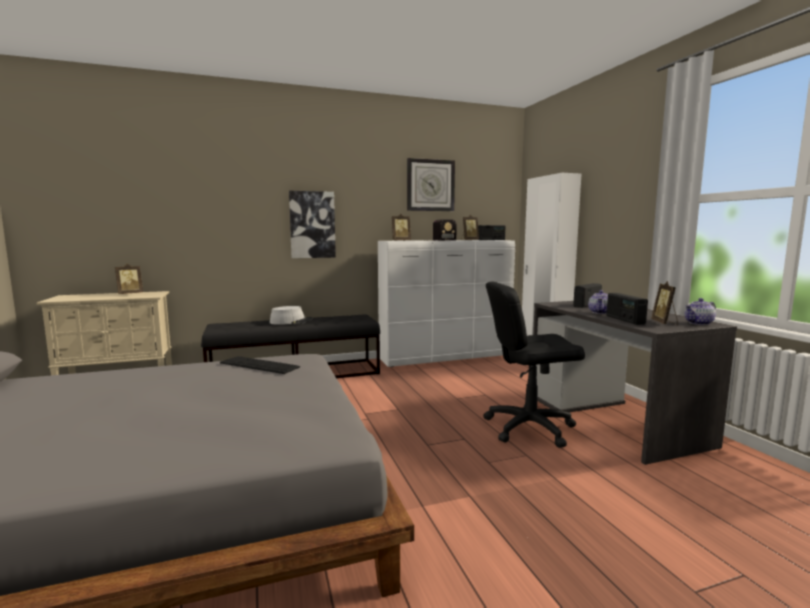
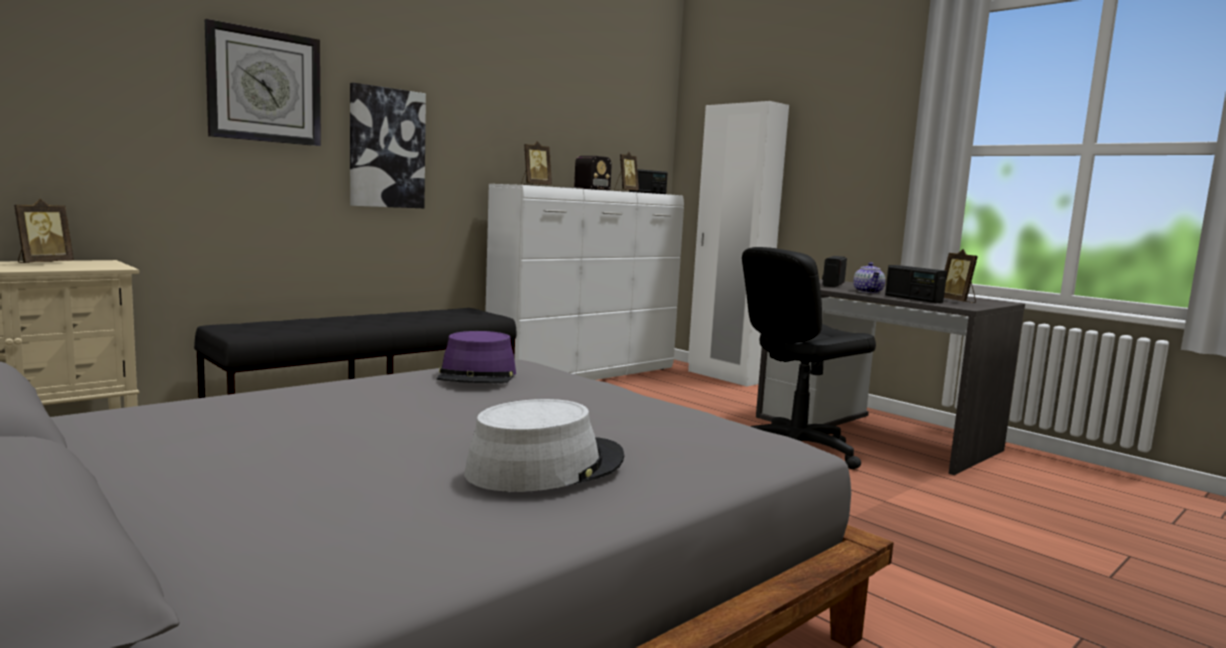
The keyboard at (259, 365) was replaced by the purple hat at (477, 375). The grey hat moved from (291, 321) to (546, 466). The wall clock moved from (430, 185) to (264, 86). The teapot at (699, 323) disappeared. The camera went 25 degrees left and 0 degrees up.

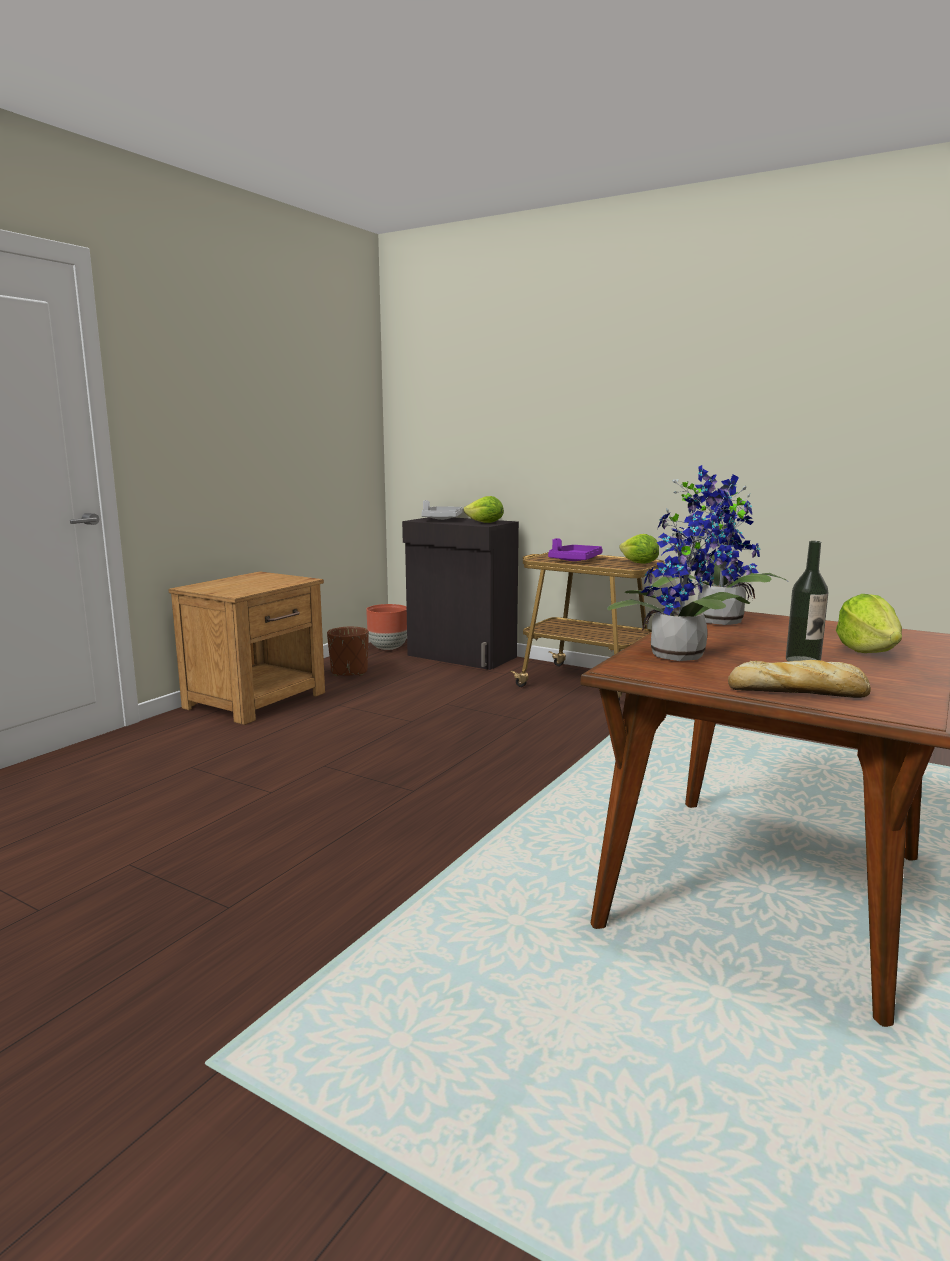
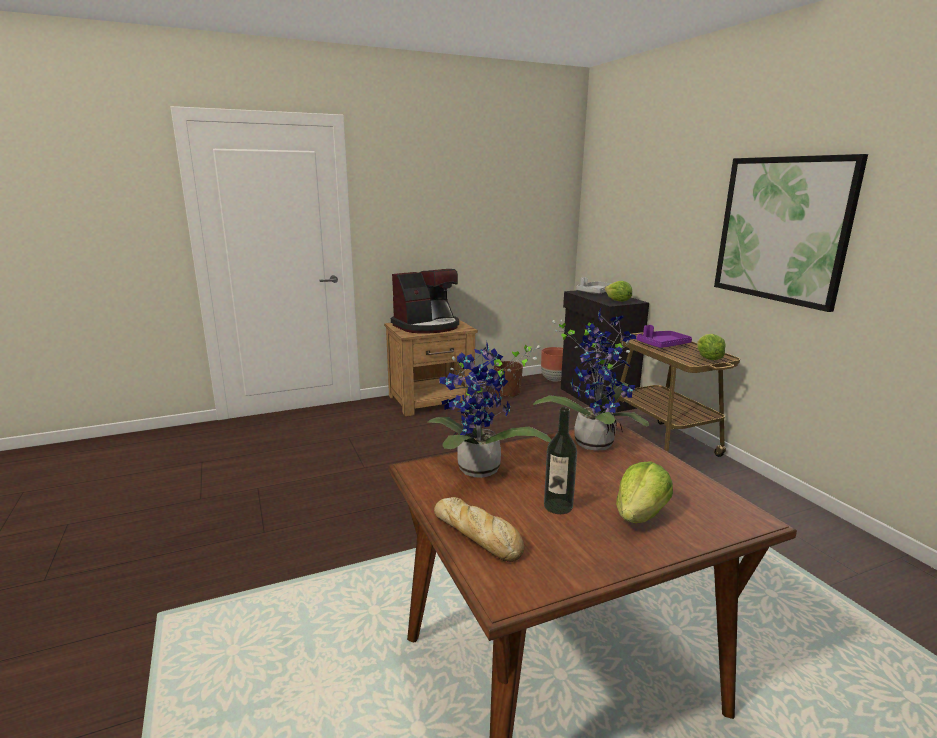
The coffee machine at (427, 326) appeared. The picture at (782, 229) appeared. The camera went 35 degrees right and 5 degrees up.

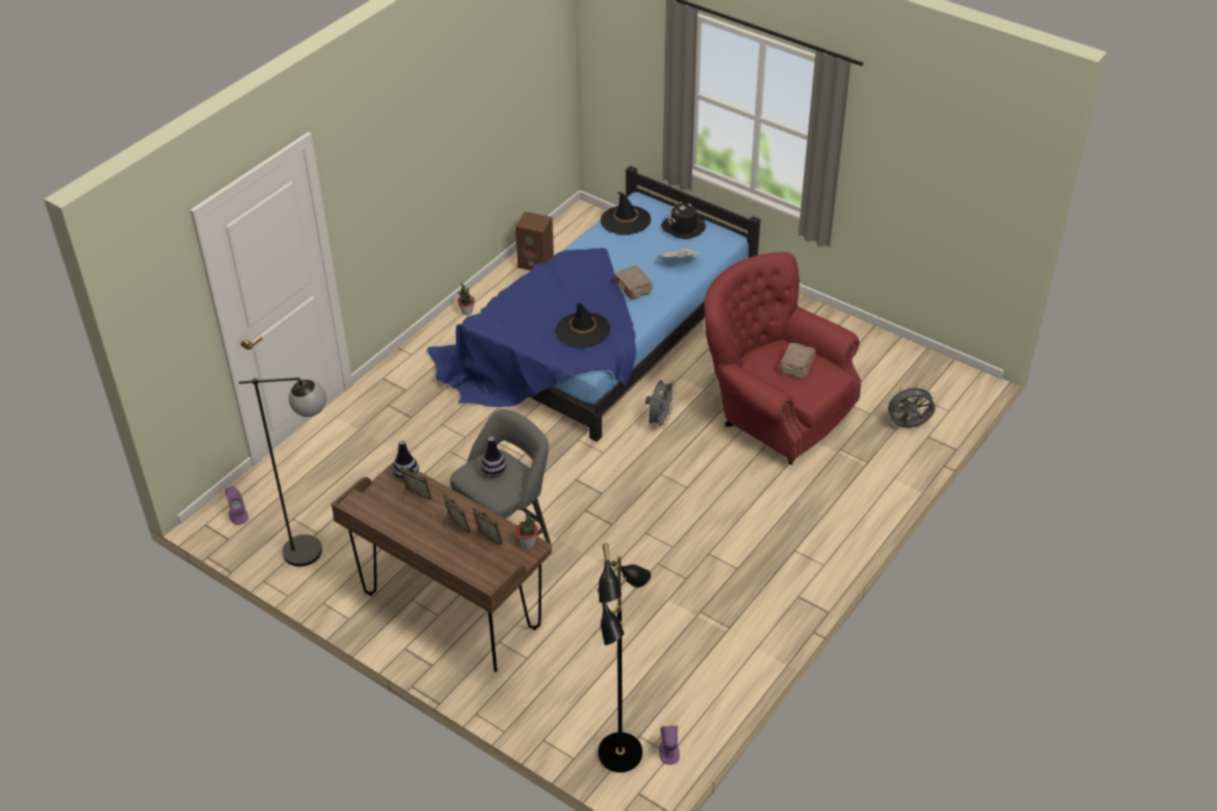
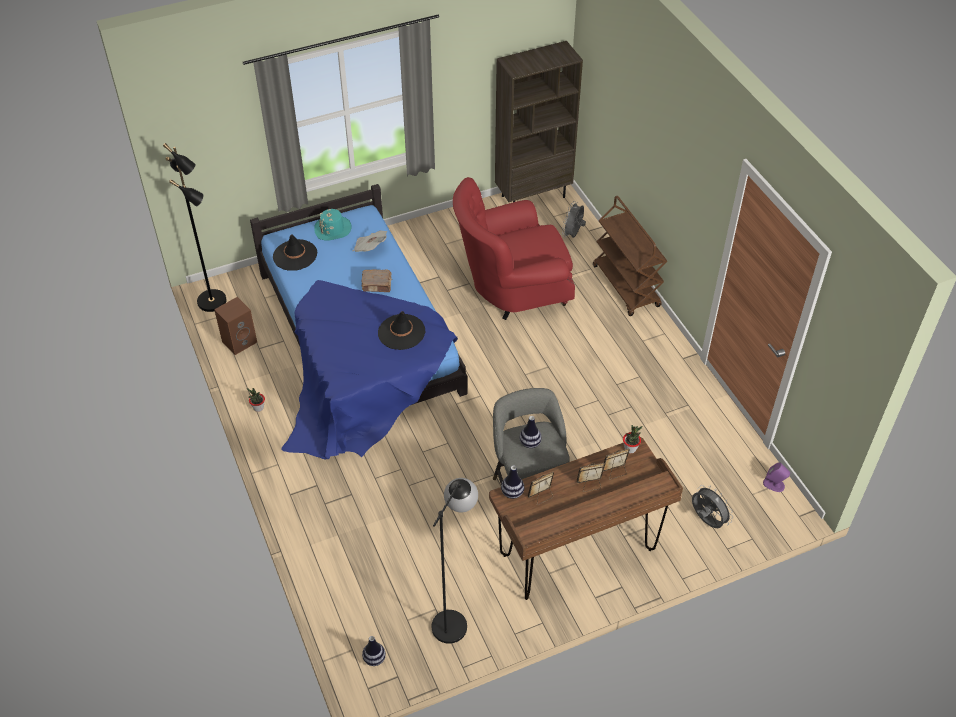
The purple speaker at (238, 515) was replaced by the vase at (374, 658). The black floor lamp moved from (621, 754) to (213, 301). The grey fan moved from (660, 421) to (706, 521). The black hat at (683, 227) became the turquoise hat at (332, 229). The brown book at (796, 366) disappeared. The brown bookcase at (533, 196) appeared. The brown cart at (626, 286) appeared. The camera went 60 degrees left and 5 degrees up.

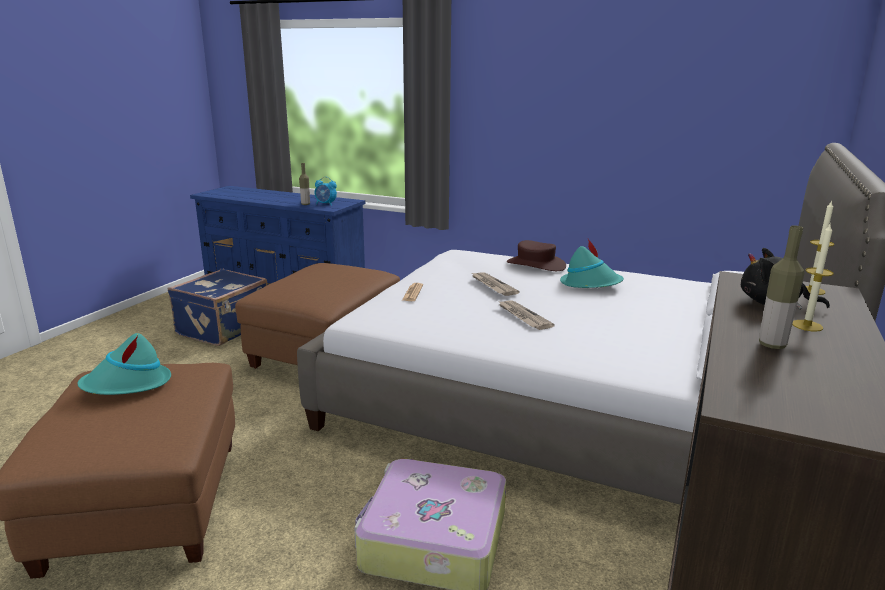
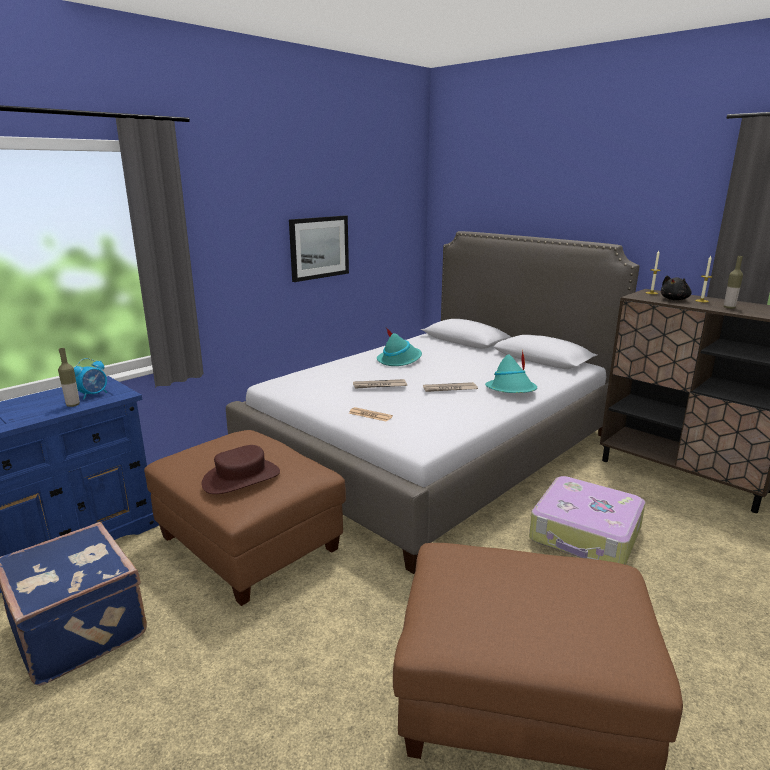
The turquoise hat moved from (127, 385) to (511, 390). The brown hat moved from (535, 264) to (241, 478). The picture at (319, 247) appeared. The camera went 70 degrees left and 0 degrees up.

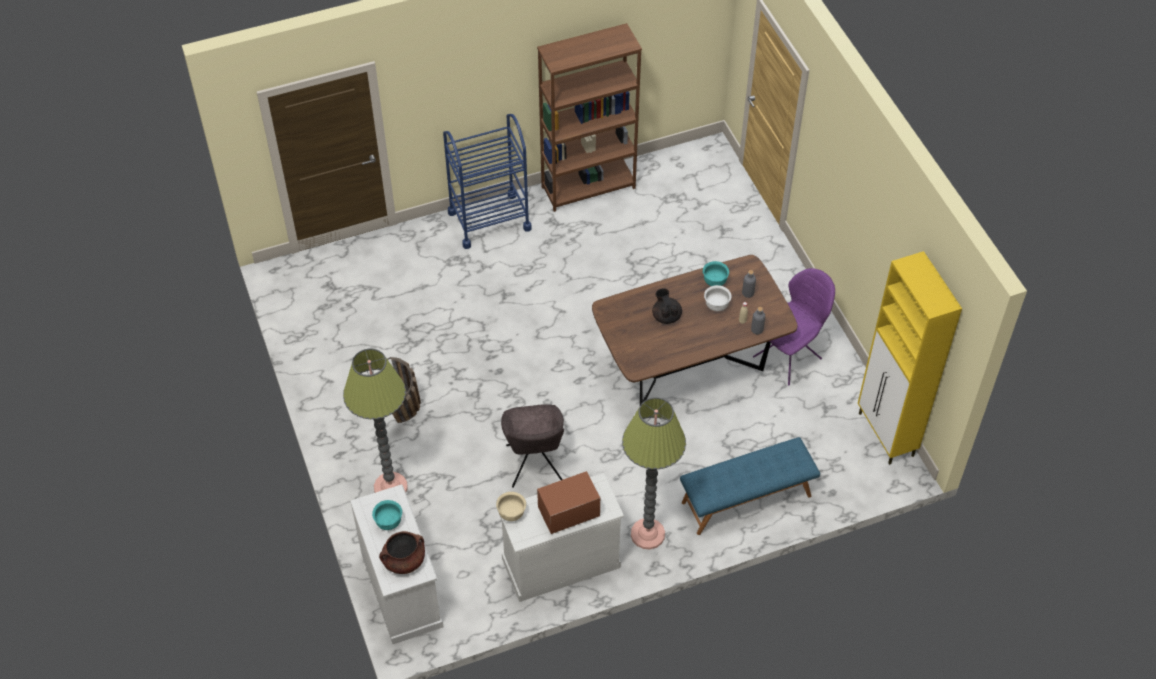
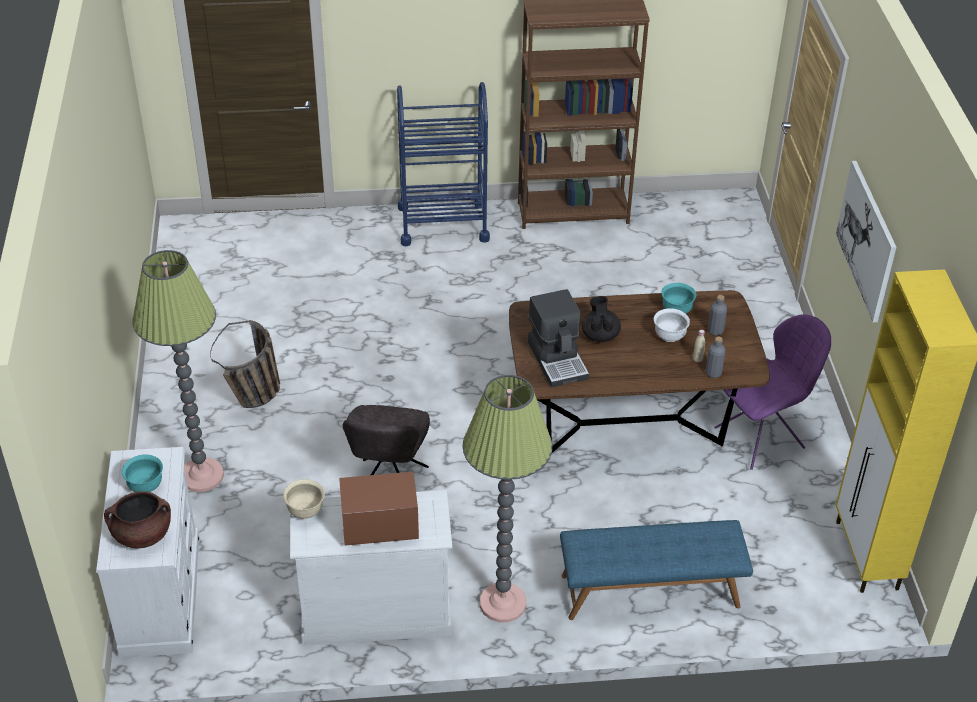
The coffee machine at (558, 359) appeared. The picture at (866, 240) appeared. The camera went 15 degrees right and 10 degrees down.

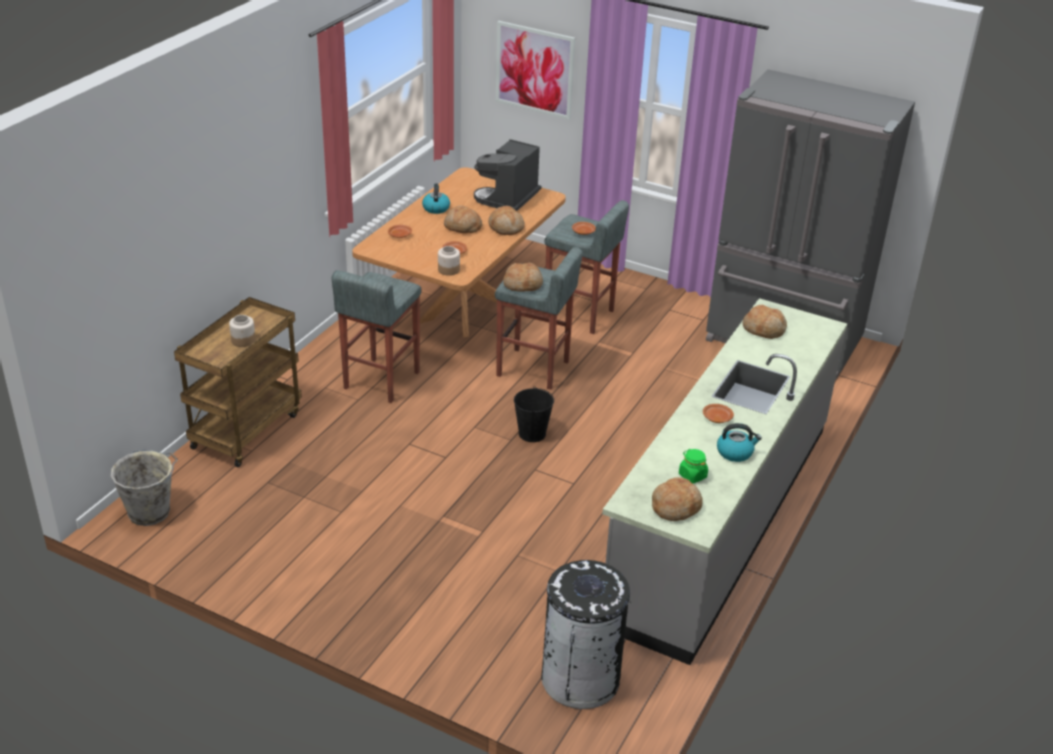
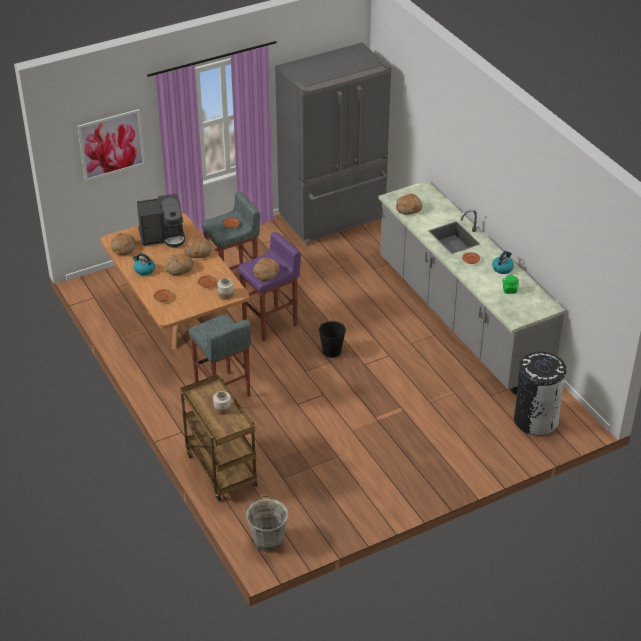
The coffee machine at (508, 198) turned 75 degrees counterclockwise. The grey stool at (533, 369) became the purple stool at (271, 323). The bread moved from (675, 506) to (123, 248). The camera went 55 degrees left and 5 degrees up.

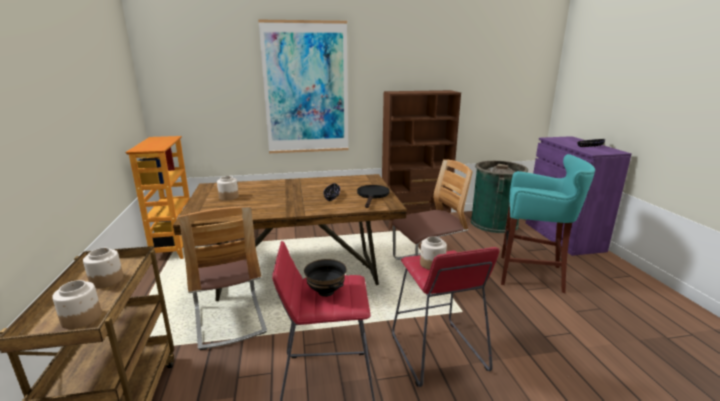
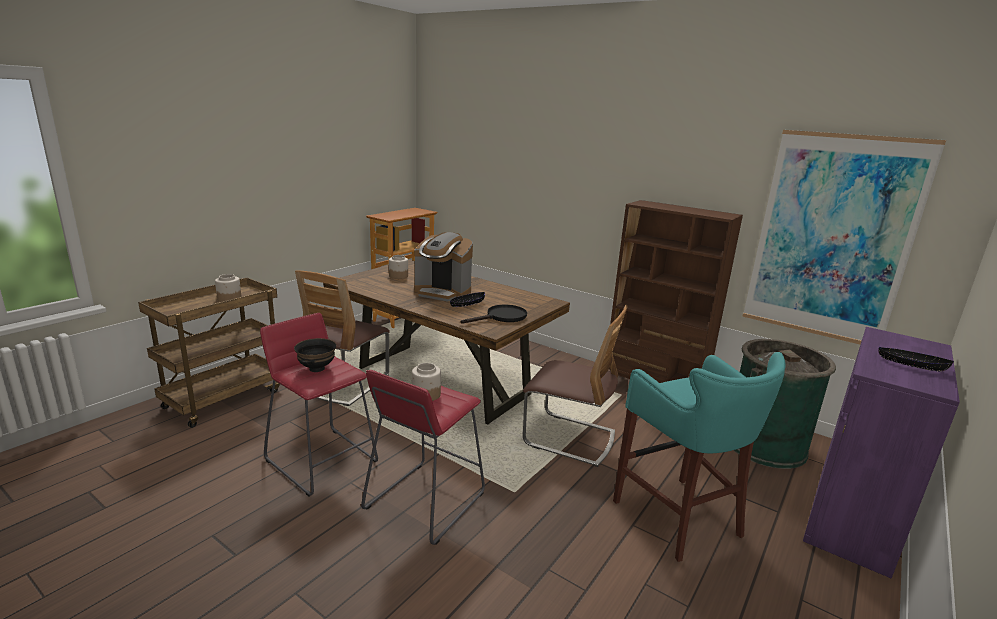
The jar at (81, 318) disappeared. The picture moved from (306, 89) to (832, 238). The coffee machine at (443, 293) appeared. The camera went 45 degrees right and 0 degrees up.

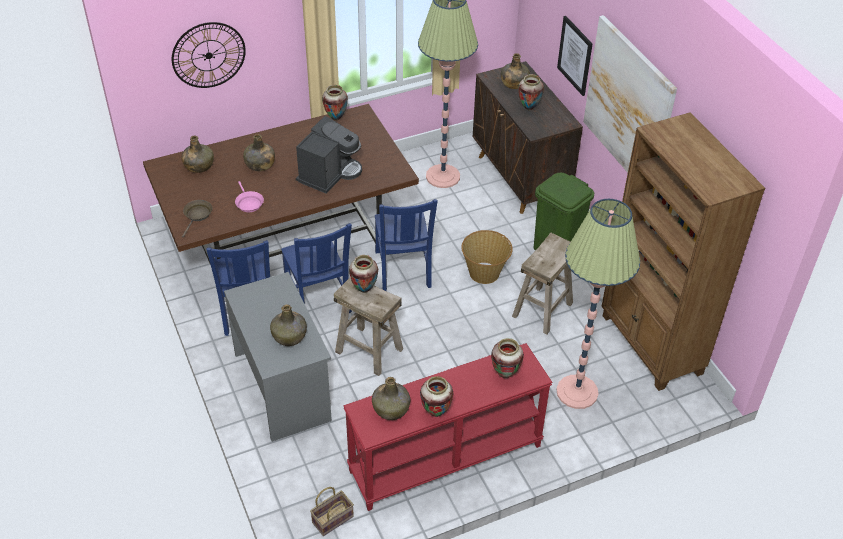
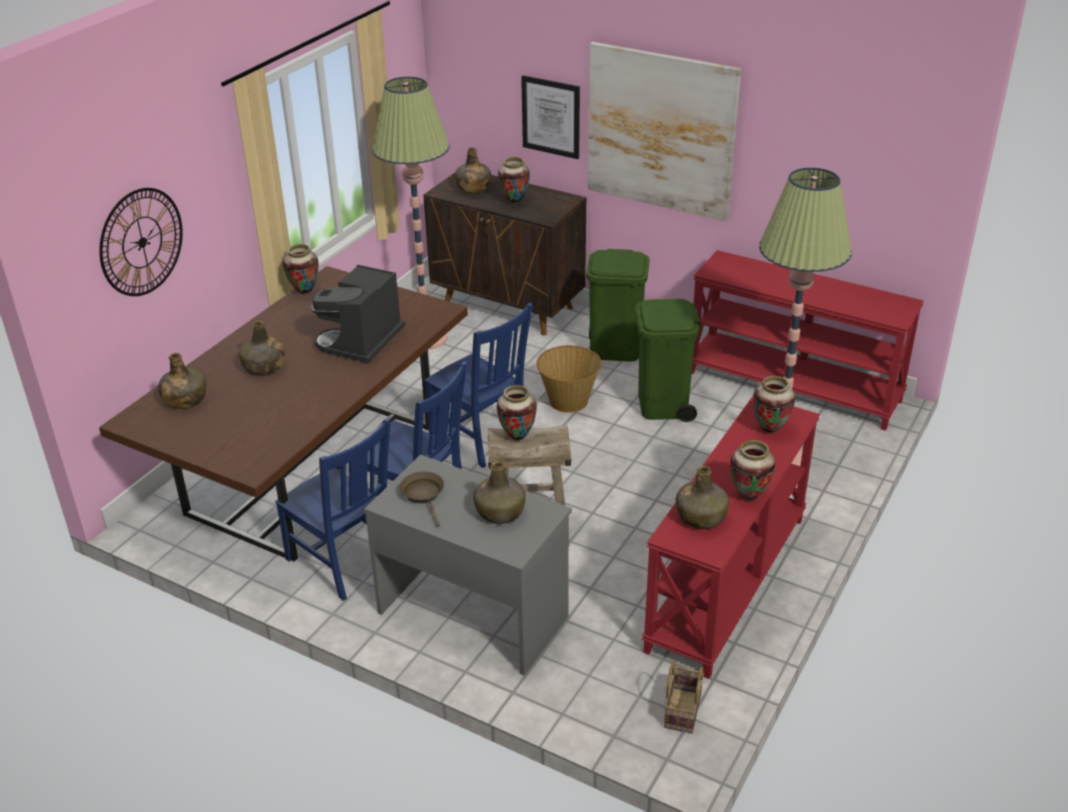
The brown frying pan moved from (197, 216) to (424, 495). The pink frying pan at (248, 203) disappeared. The coffee machine at (329, 174) turned 150 degrees counterclockwise. The beige stool at (542, 310) was replaced by the green trash can at (663, 405). The brown bookcase at (651, 345) was replaced by the red console table at (794, 386). The camera went 35 degrees left and 10 degrees down.

